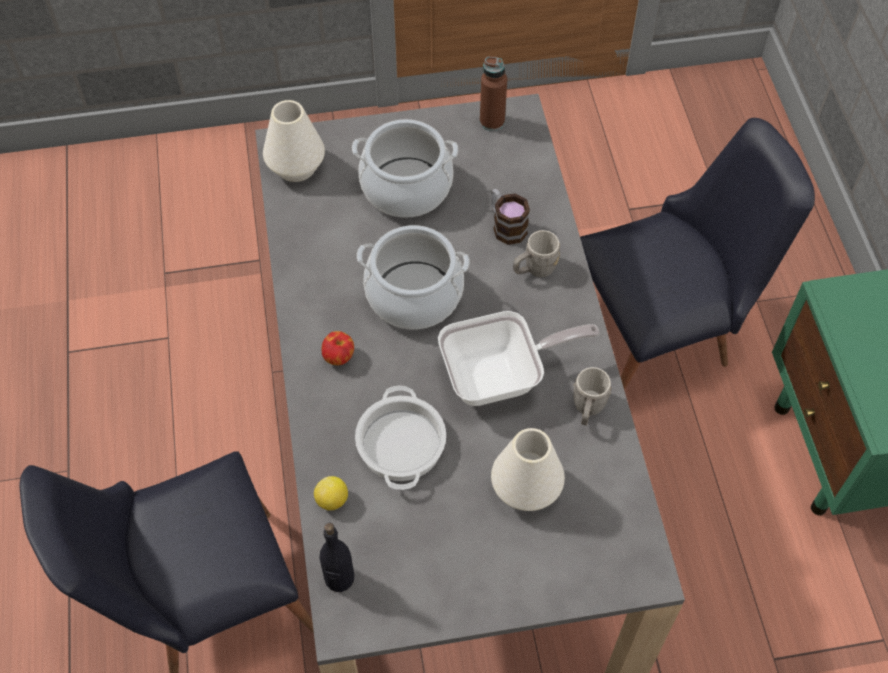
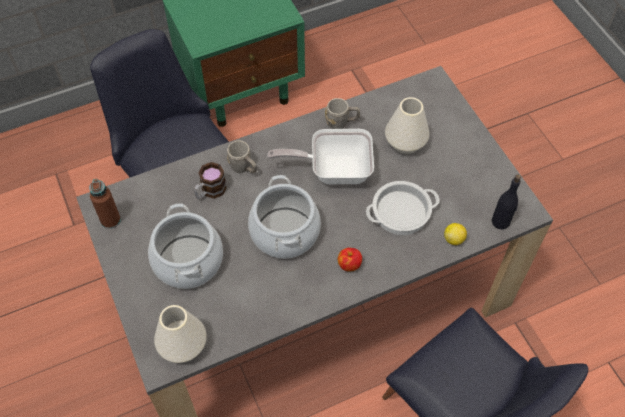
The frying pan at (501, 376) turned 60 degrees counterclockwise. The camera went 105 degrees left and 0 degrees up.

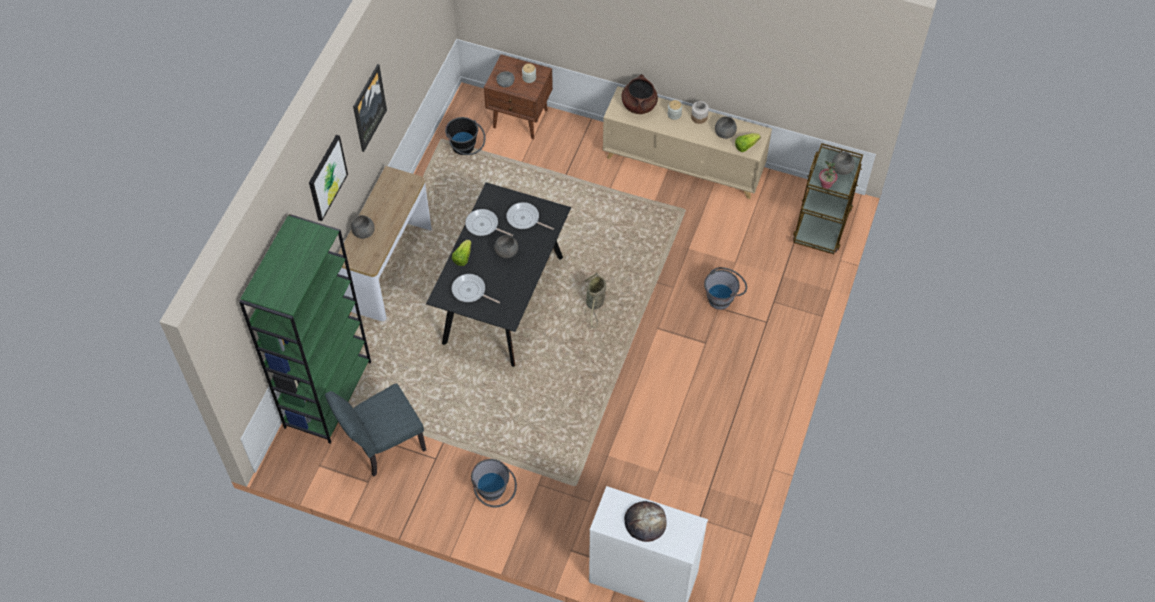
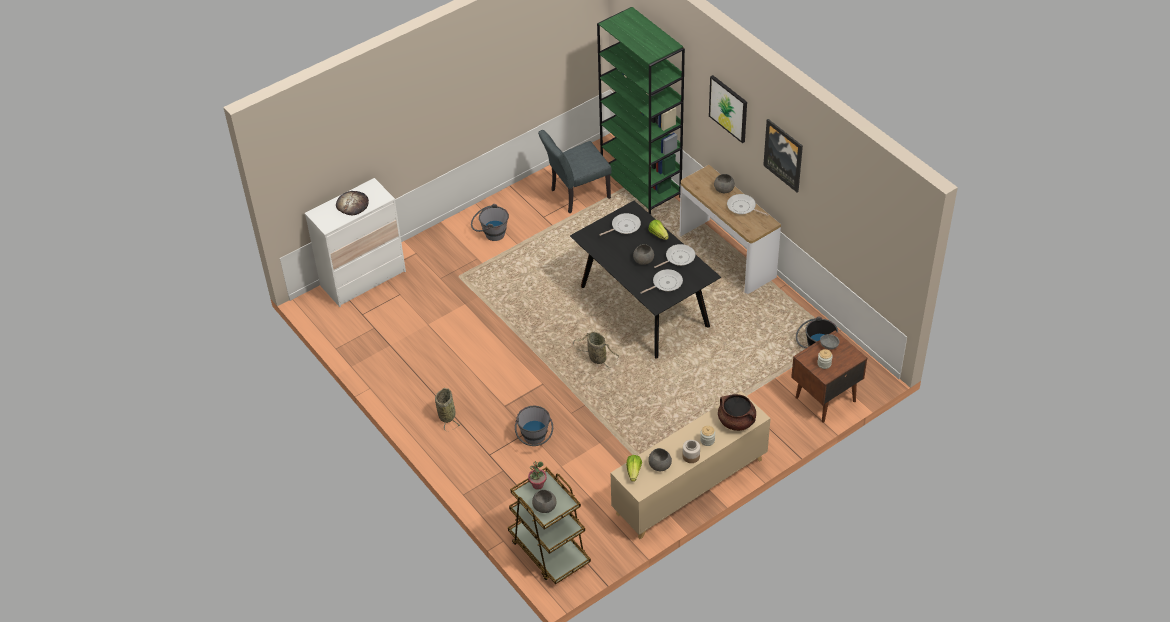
The grey chair at (382, 446) turned 120 degrees counterclockwise. The basket at (447, 415) appeared. The frying pan at (743, 207) appeared. The camera went 125 degrees right and 10 degrees down.

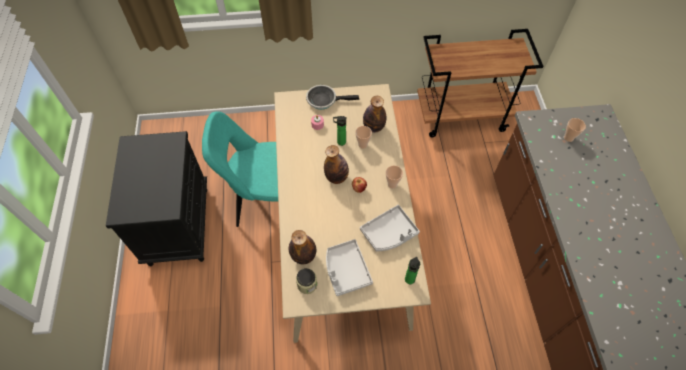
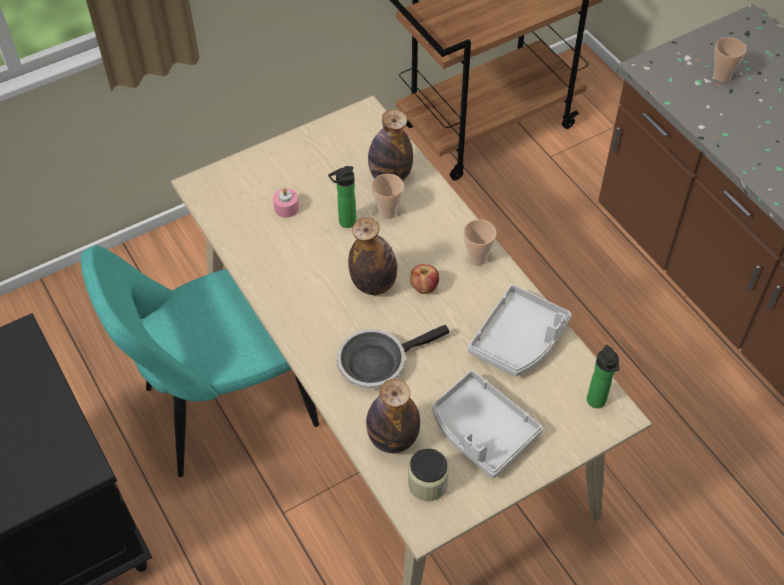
The frying pan moved from (324, 100) to (377, 362). The camera went 25 degrees left and 5 degrees down.

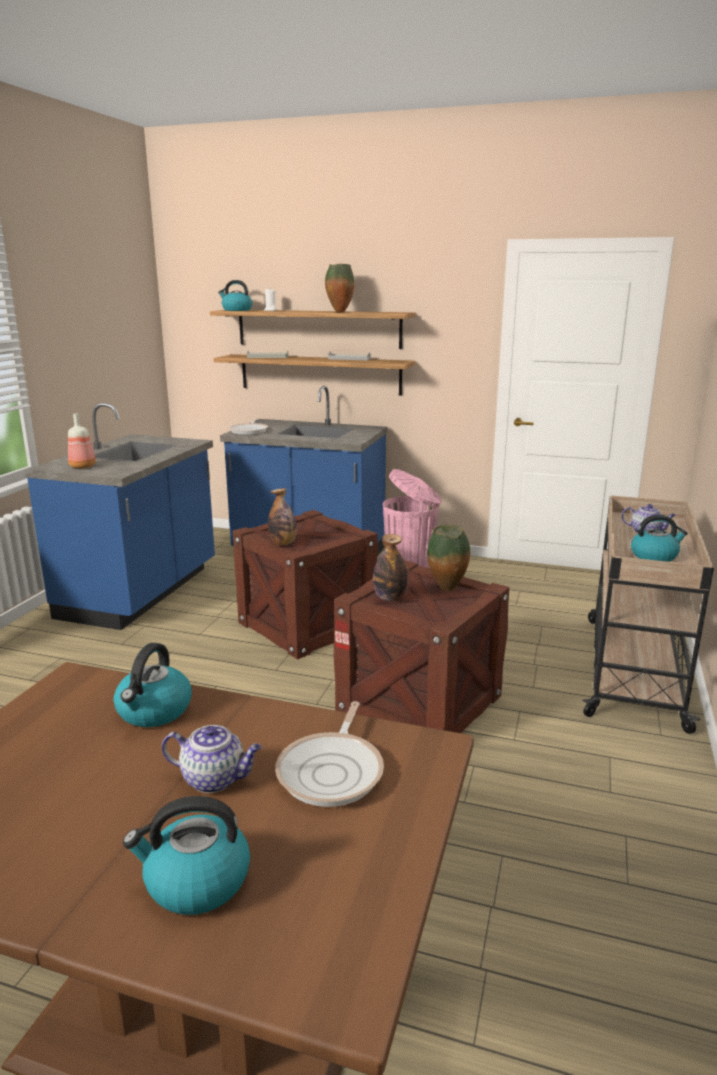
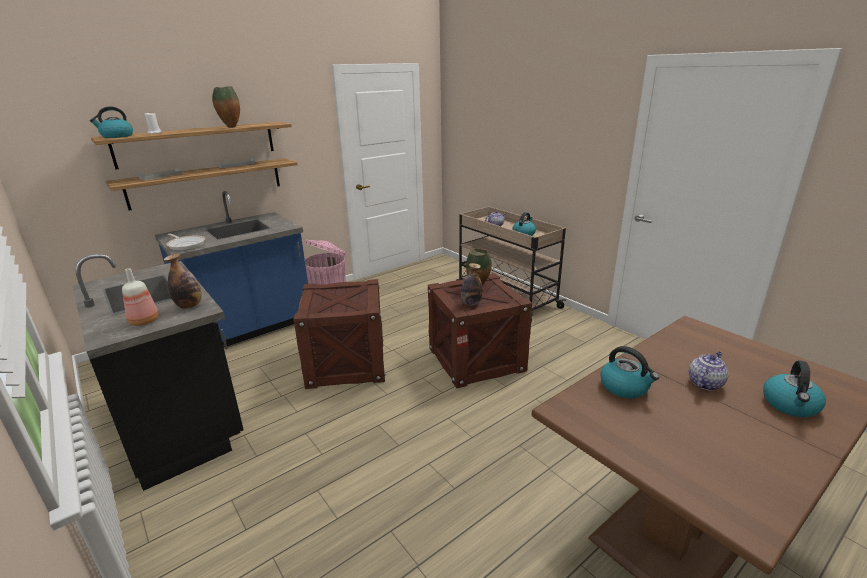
The blue counter at (141, 593) became the black counter at (181, 421). The bottle moved from (283, 543) to (189, 306). The frying pan at (333, 771) disappeared. The camera went 55 degrees left and 5 degrees up.

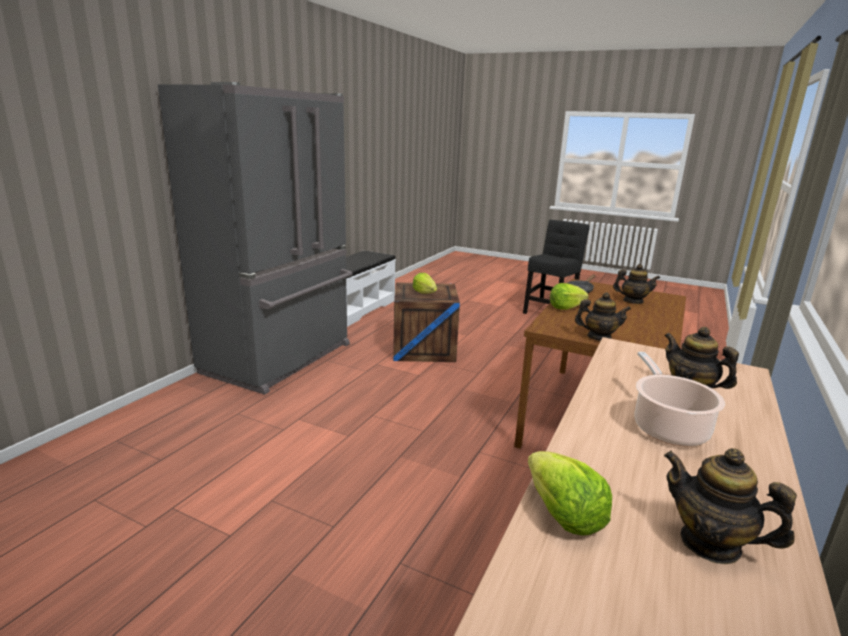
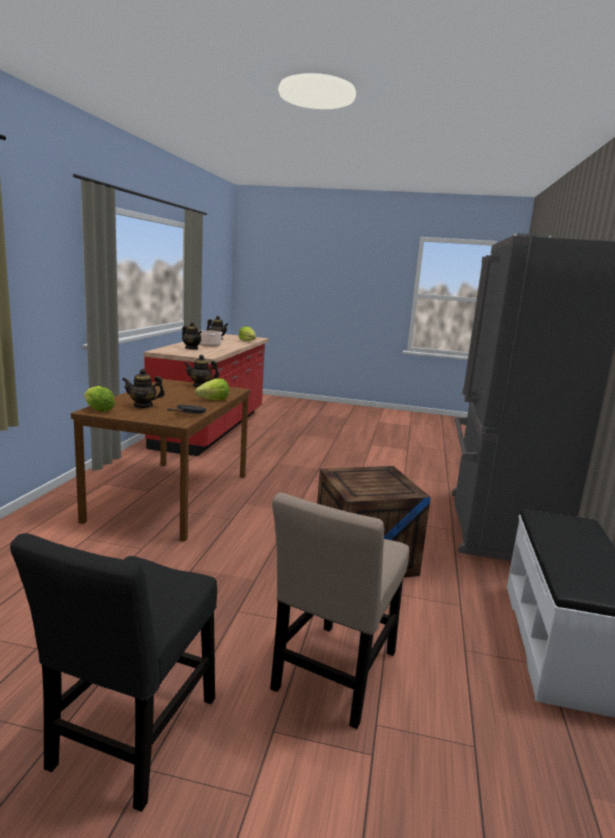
The lettuce moved from (424, 293) to (98, 410). The beige chair at (334, 675) appeared. The camera went 165 degrees right and 5 degrees down.

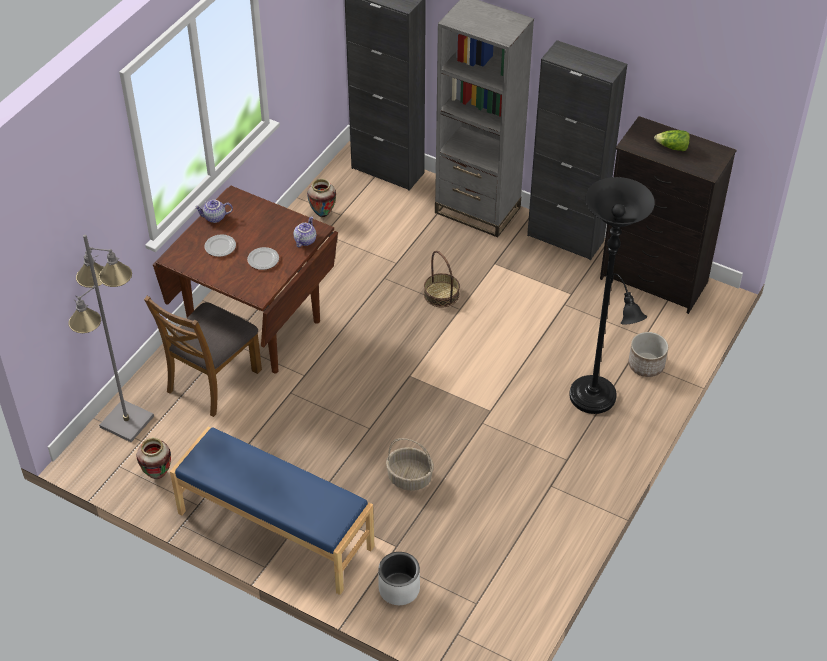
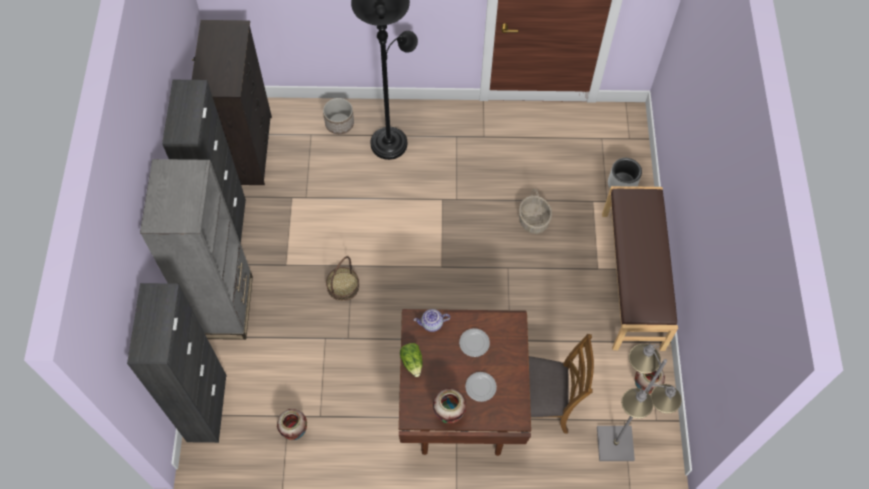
The blue bench at (274, 531) became the brown bench at (633, 280). The teapot at (214, 218) was replaced by the vase at (449, 415). The lettuce moved from (672, 147) to (412, 362). The camera went 120 degrees left and 15 degrees up.

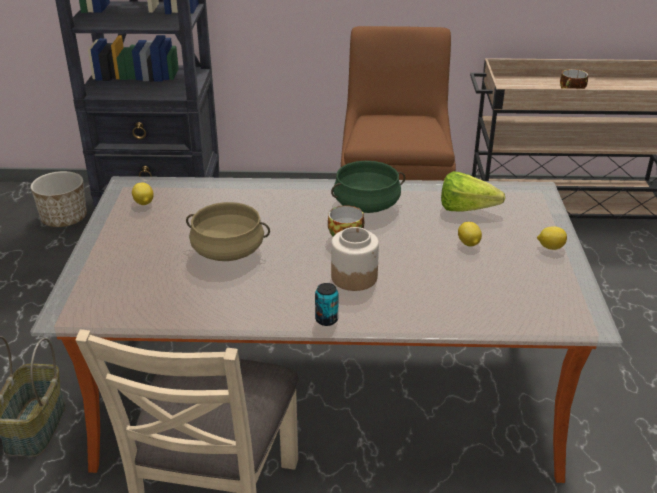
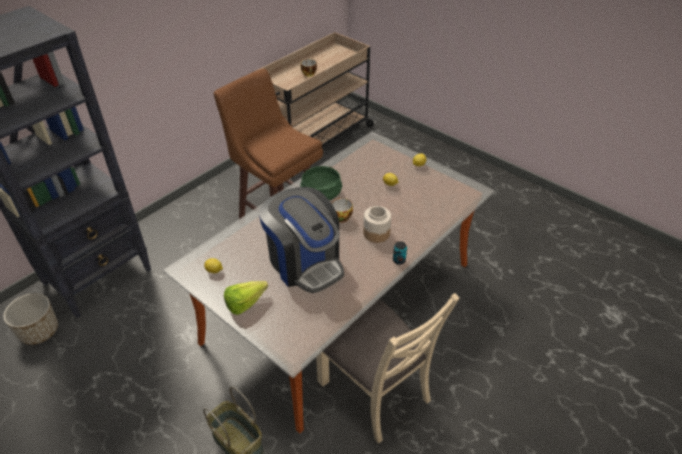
The beige cooking pot at (228, 251) was replaced by the coffee machine at (305, 262). The lettuce moved from (471, 210) to (249, 303). The camera went 50 degrees left and 10 degrees up.

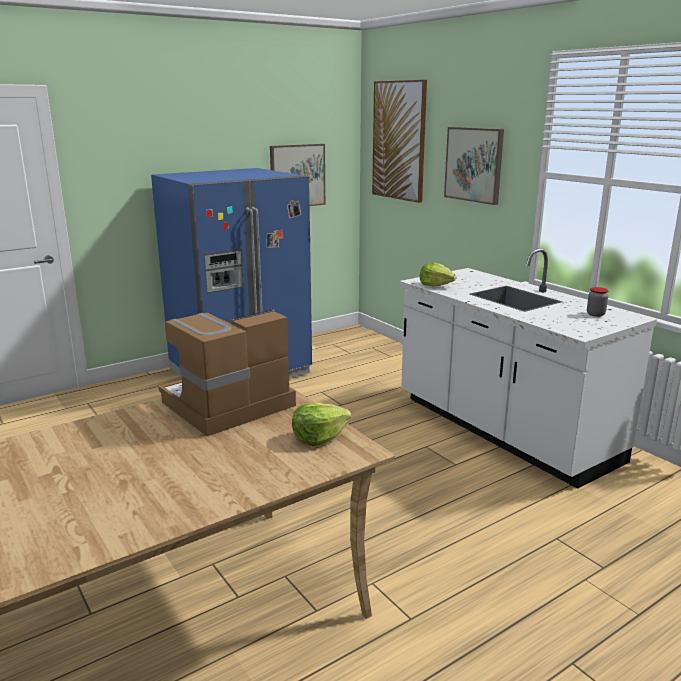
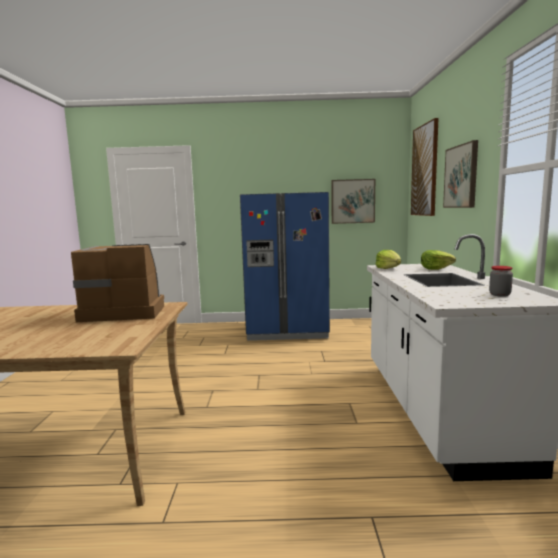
The lettuce moved from (319, 437) to (435, 269). The camera went 35 degrees right and 10 degrees down.

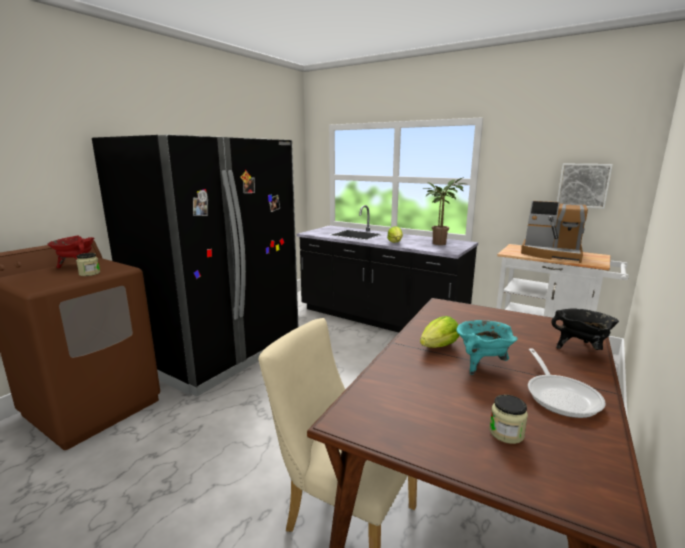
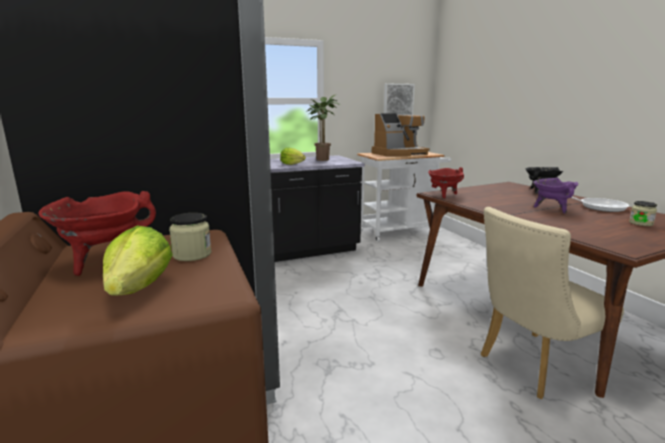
The lettuce moved from (439, 347) to (139, 289). The turquoise cooking pot at (481, 365) became the purple cooking pot at (552, 209). The red cooking pot at (444, 195) appeared. The camera went 55 degrees left and 0 degrees up.

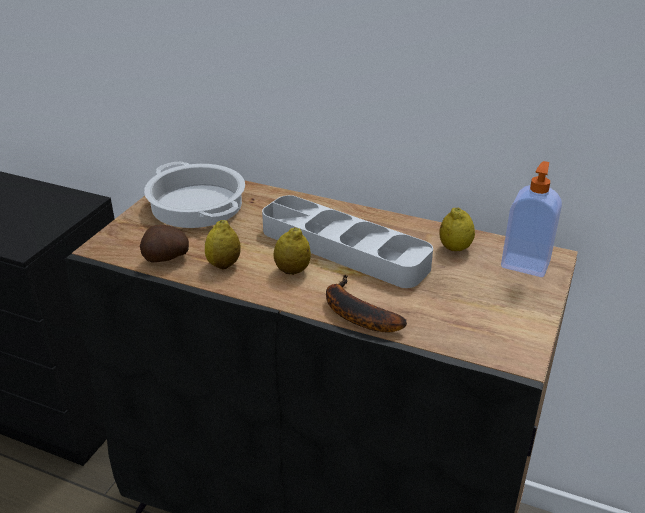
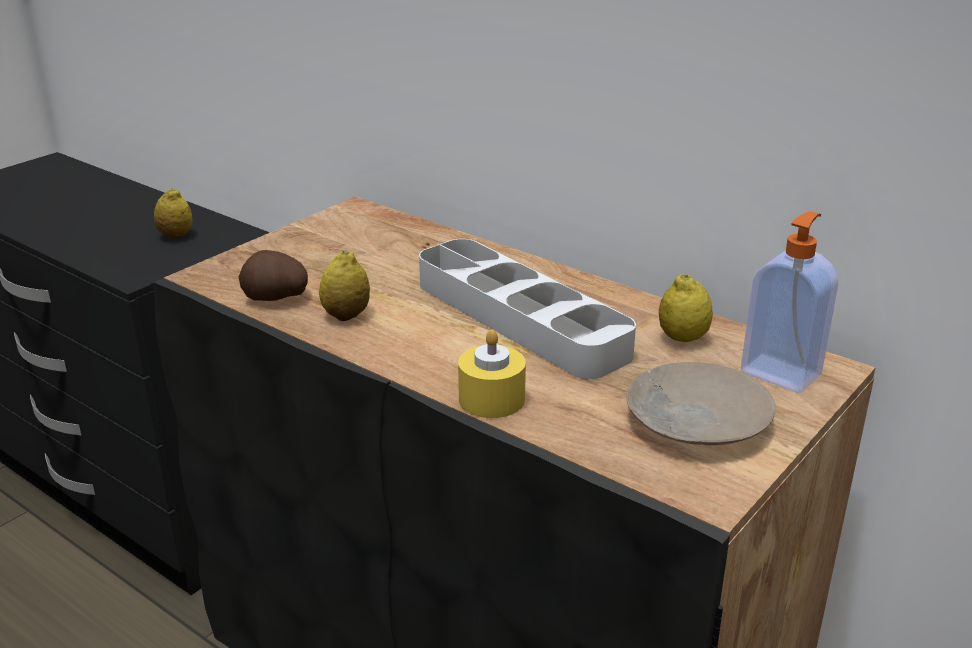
The cooking pot at (195, 205) disappeared. The lemon moved from (292, 270) to (175, 236). The banana at (354, 313) was replaced by the yellow candle at (491, 399). The beige plate at (696, 420) appeared. The camera went 15 degrees right and 5 degrees down.

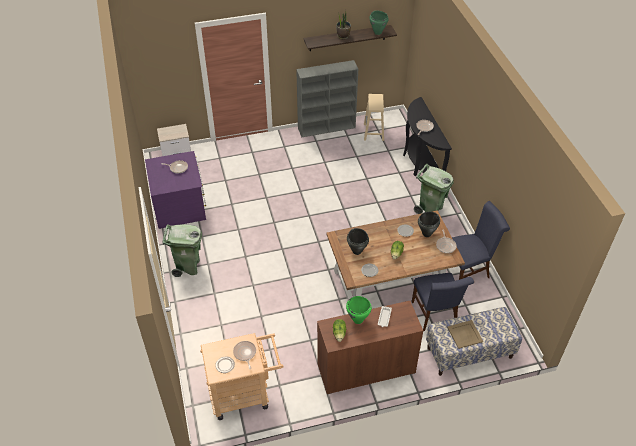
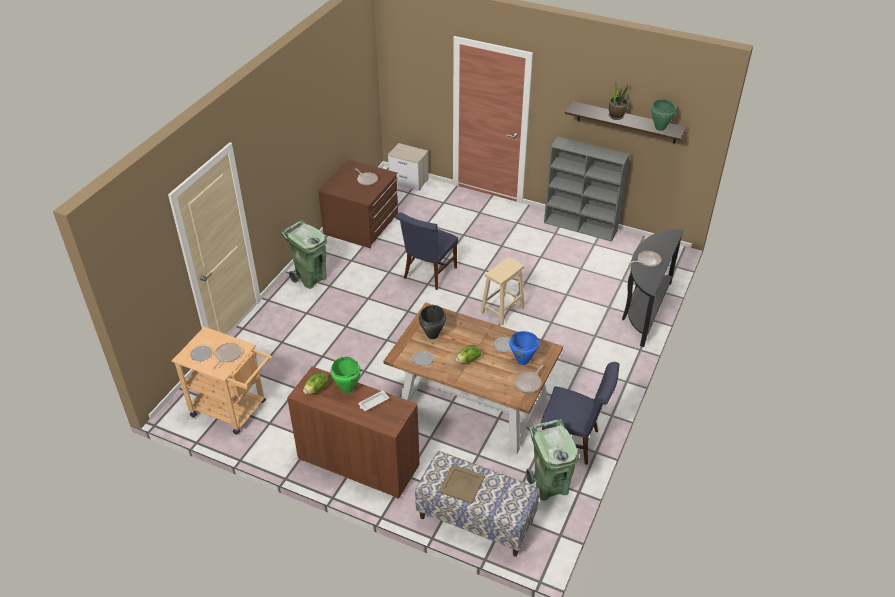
The purple dresser at (180, 206) became the brown dresser at (362, 225). The beige stool moved from (374, 132) to (502, 310). The blue chair moved from (435, 315) to (428, 274). The green trash can moved from (430, 209) to (549, 486). The black cooking pot at (427, 234) became the blue cooking pot at (523, 361). The camera went 40 degrees right and 5 degrees down.

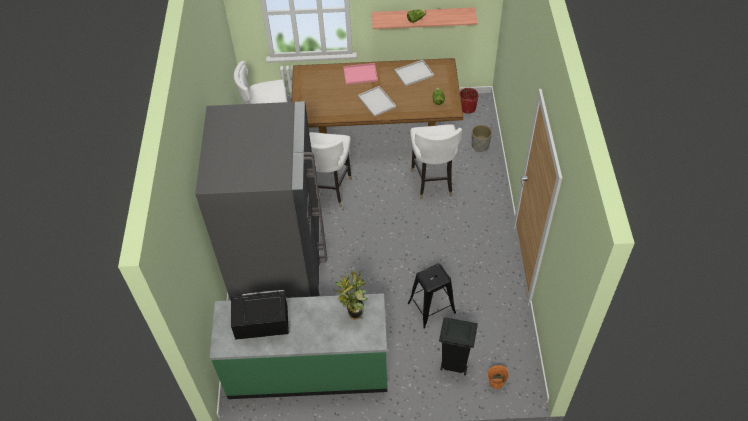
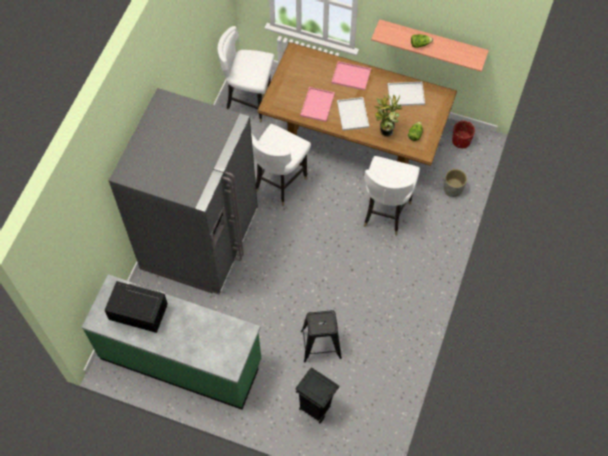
The potted plant moved from (354, 314) to (384, 132). The orange bucket at (496, 382) disappeared. The pink tray at (317, 105) appeared. The camera went 20 degrees right and 10 degrees up.

